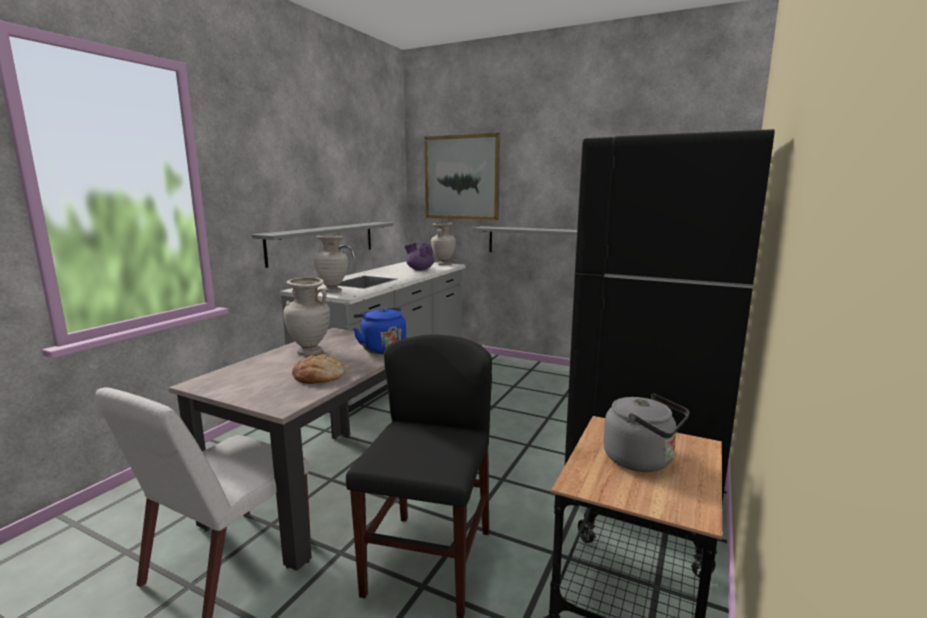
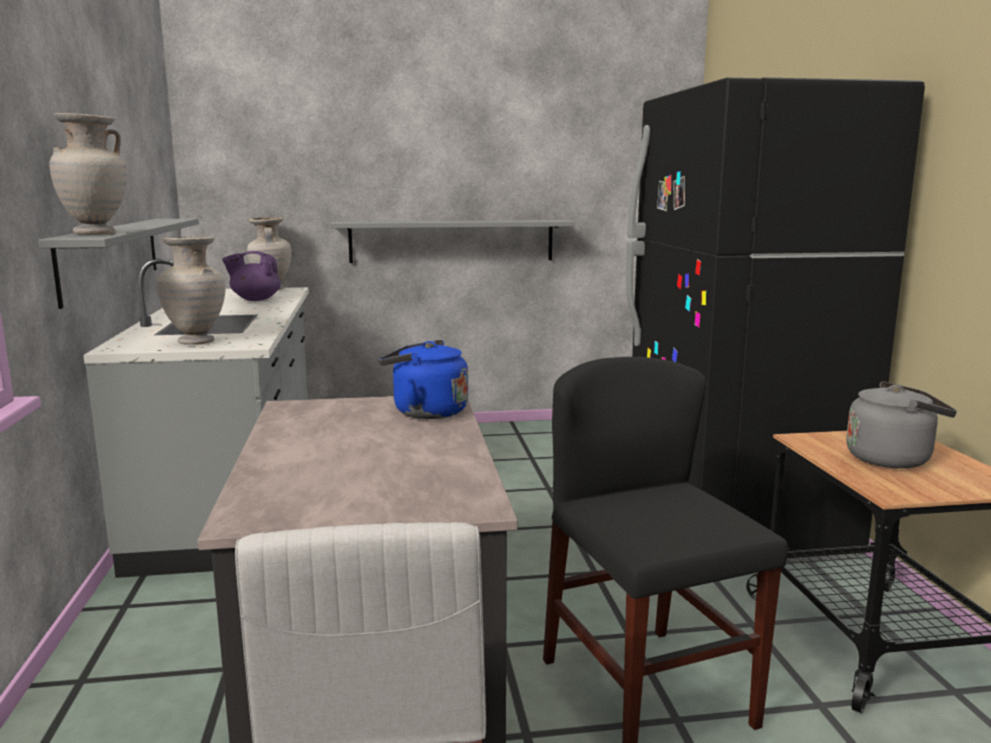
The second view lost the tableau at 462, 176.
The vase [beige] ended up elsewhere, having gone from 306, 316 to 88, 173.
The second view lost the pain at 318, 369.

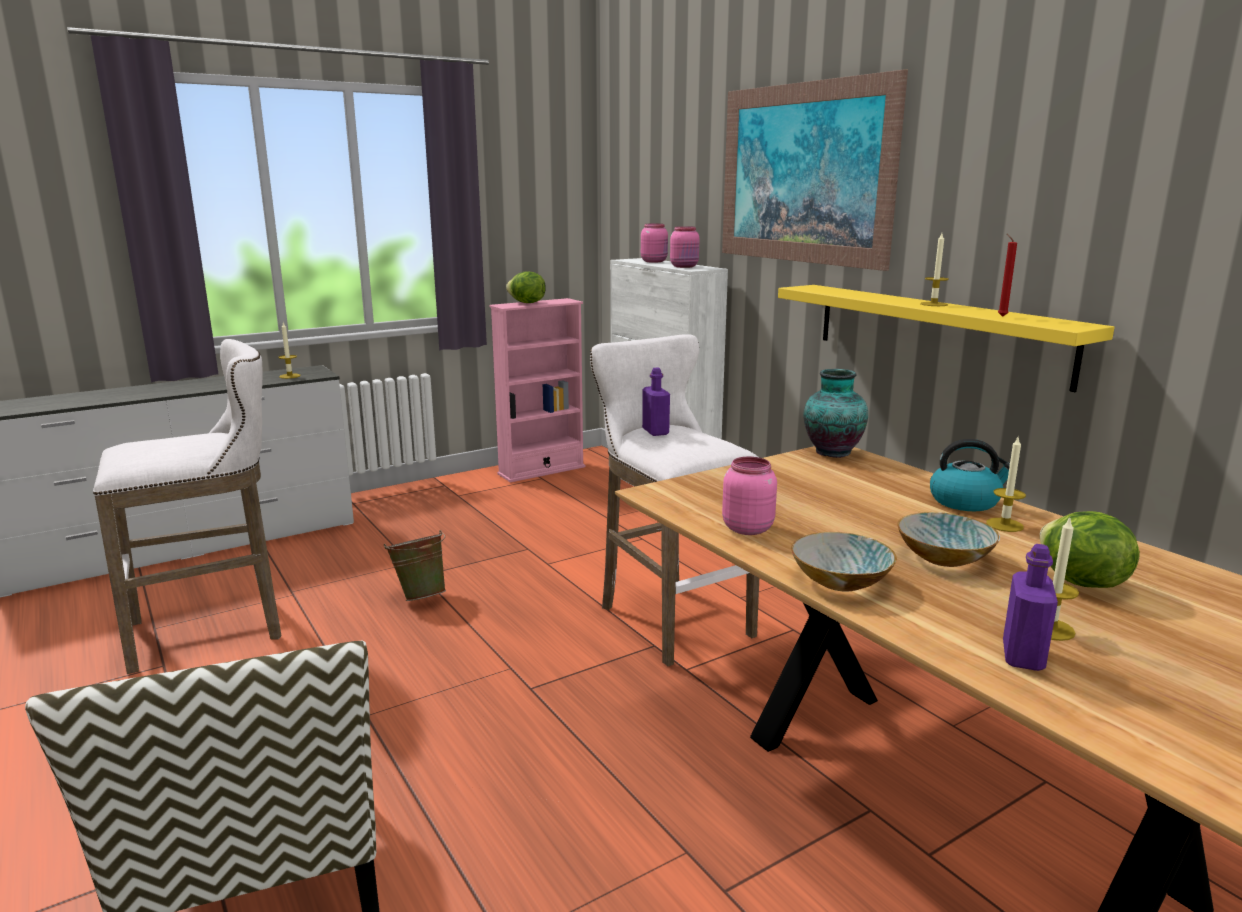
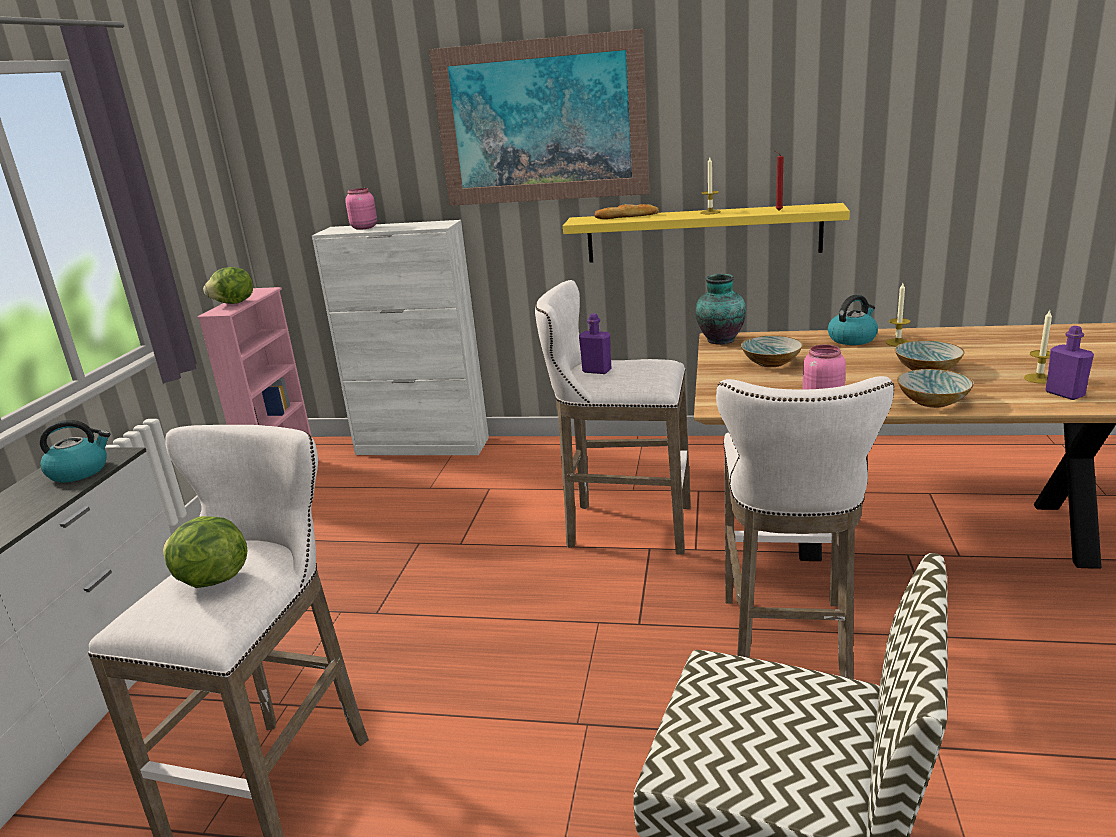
The second view lost the bocal [rose] at 684, 247.
Where the bougie stood at 289, 351, the bouilloire came to stand at 75, 451.
The laitue ended up elsewhere, having gone from 1090, 549 to 205, 552.
The second view lost the seau [vert] at 415, 565.
The second view gained the pain at 627, 211.
The second view gained the bol at 772, 351.
The second view gained the tabouret [blanc] at 805, 527.

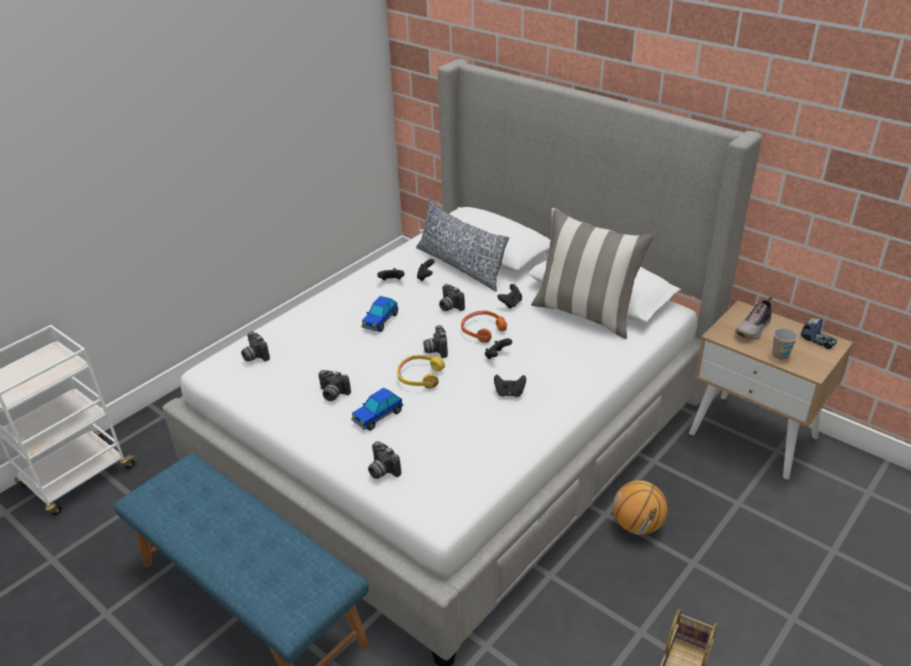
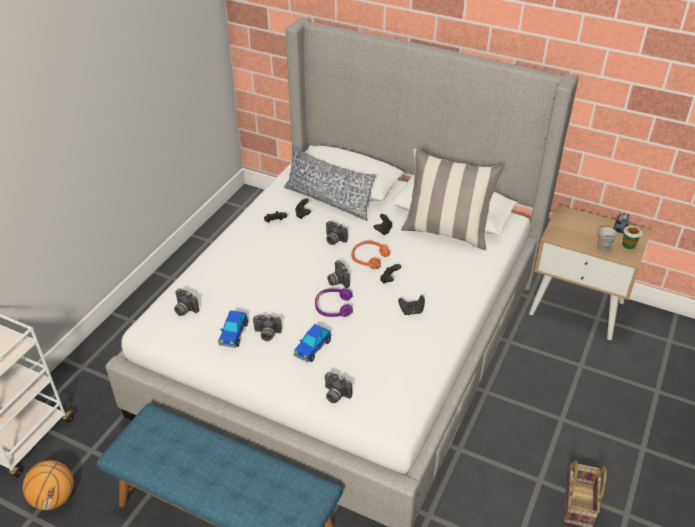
The petite voiture ended up elsewhere, having gone from 380, 314 to 233, 329.
The second view lost the chaussure at 753, 318.
What was the casque audio [jaune] at 421, 371 turned into the casque audio [violet] at 334, 302.
The ballon de basket ended up elsewhere, having gone from 640, 507 to 48, 485.
The second view gained the tasse at 632, 237.

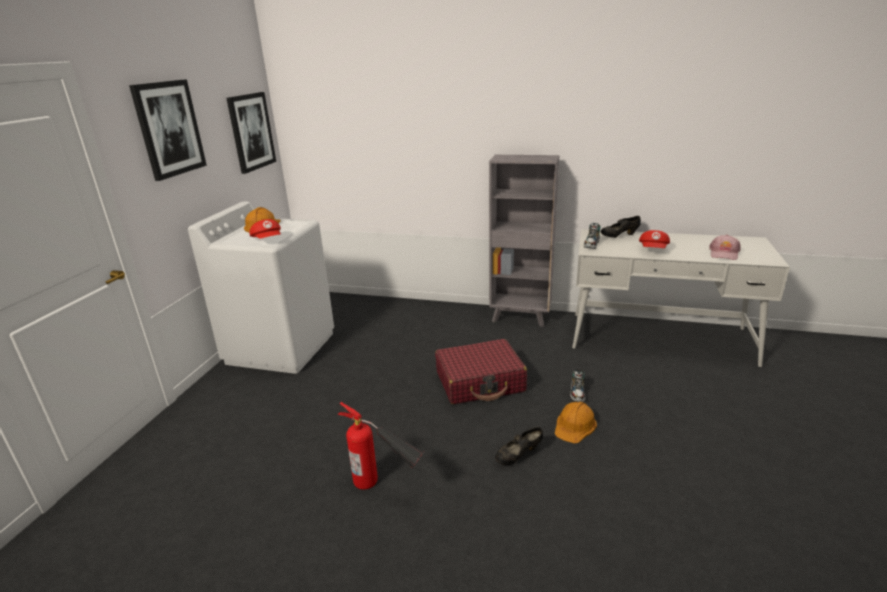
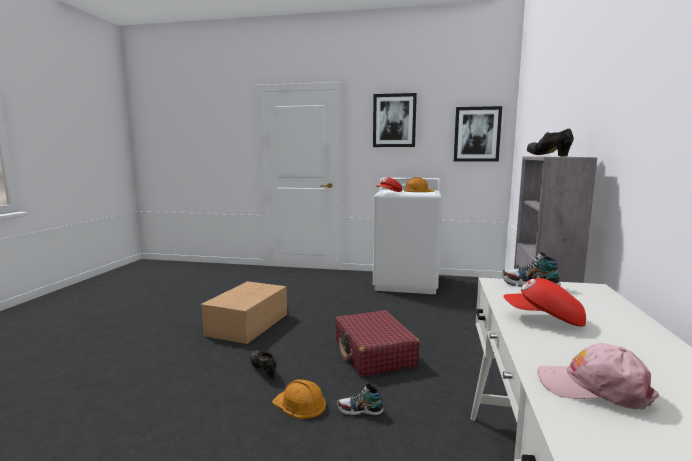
The chaussure [noir] ended up elsewhere, having gone from 620, 227 to 550, 142.
Where the extincteur stood at 381, 446, the carton came to stand at 244, 312.

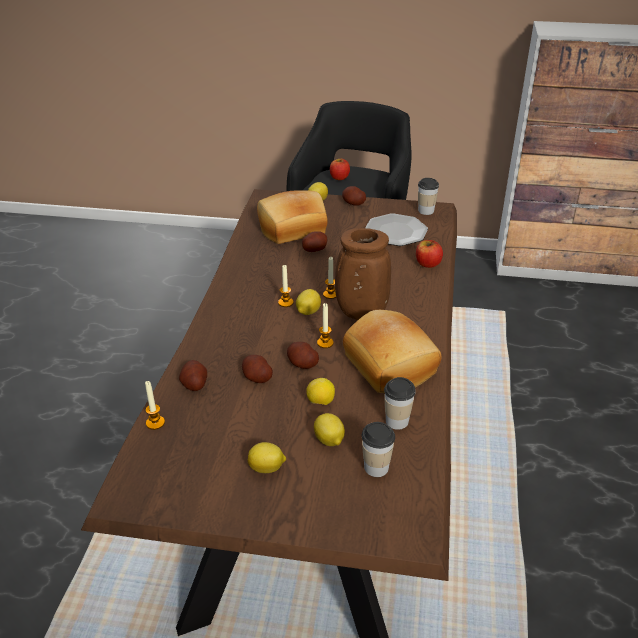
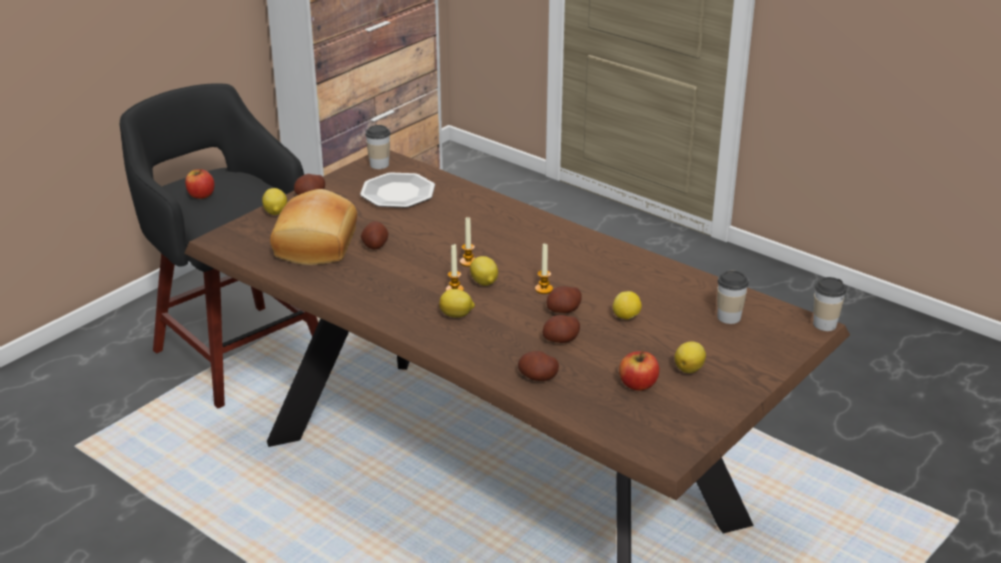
The second view lost the vase [marron] at 363, 274.
The pomme ended up elsewhere, having gone from 429, 254 to 639, 370.
The second view lost the pain at 392, 351.
The tasse ended up elsewhere, having gone from 400, 403 to 829, 304.
The second view lost the bougie at 155, 405.
The citron ended up elsewhere, having gone from 329, 429 to 457, 303.

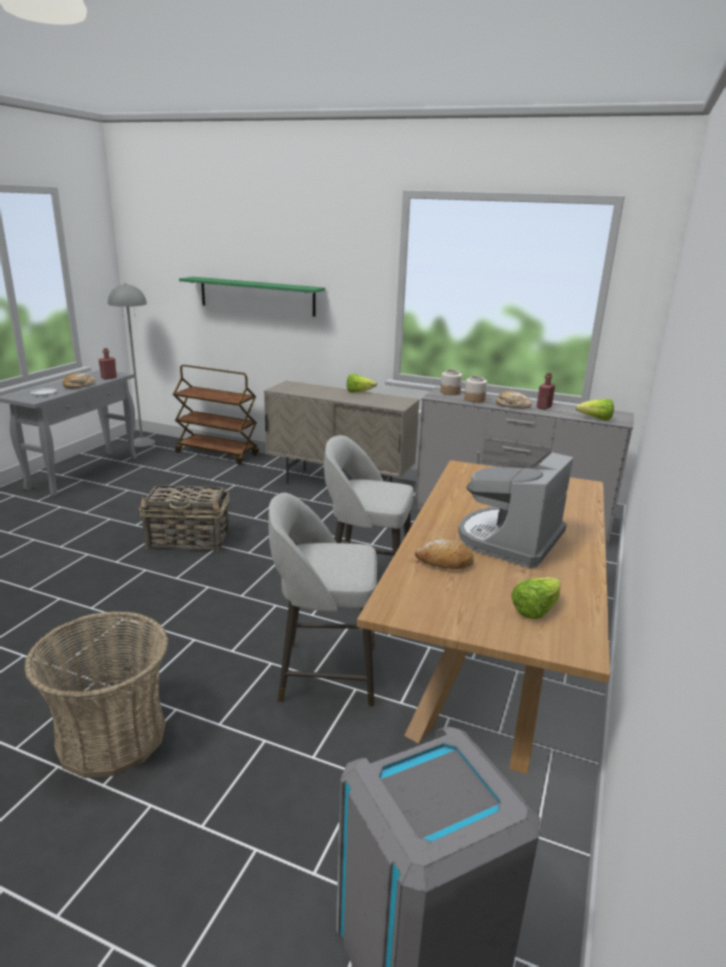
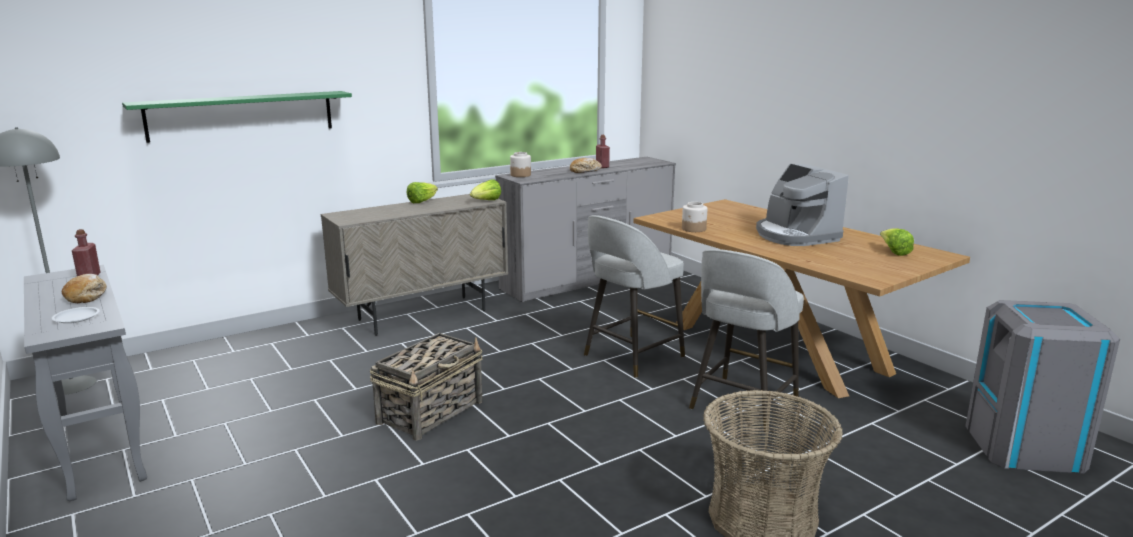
The second view lost the chariot [marron] at 216, 415.
The bocal ended up elsewhere, having gone from 475, 389 to 694, 217.
The laitue ended up elsewhere, having gone from 594, 410 to 485, 189.
The second view lost the pain at 444, 554.

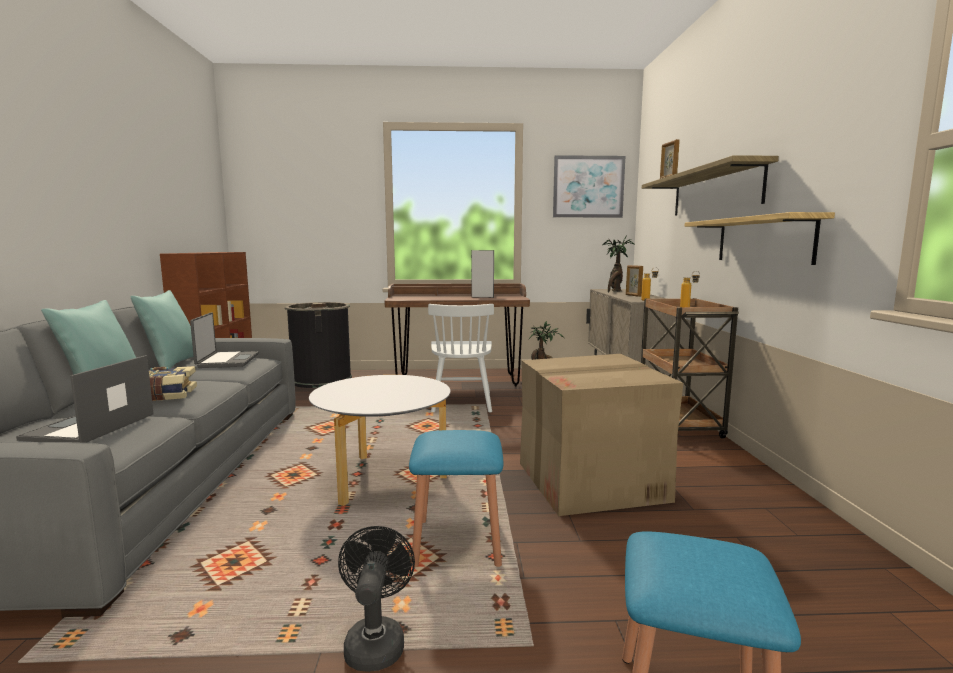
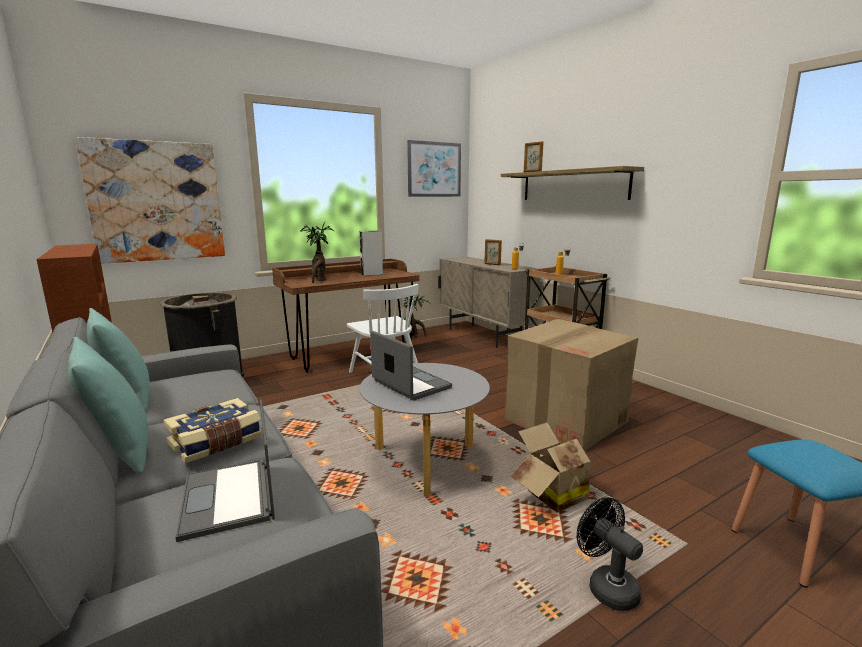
The second view lost the étagère at 760, 238.
The plante en pot ended up elsewhere, having gone from 619, 264 to 317, 252.
The ordinateur portable ended up elsewhere, having gone from 224, 340 to 411, 366.
Where the tabouret [bleu] stood at 456, 498, the carton came to stand at 557, 467.
The second view gained the tableau at 150, 200.

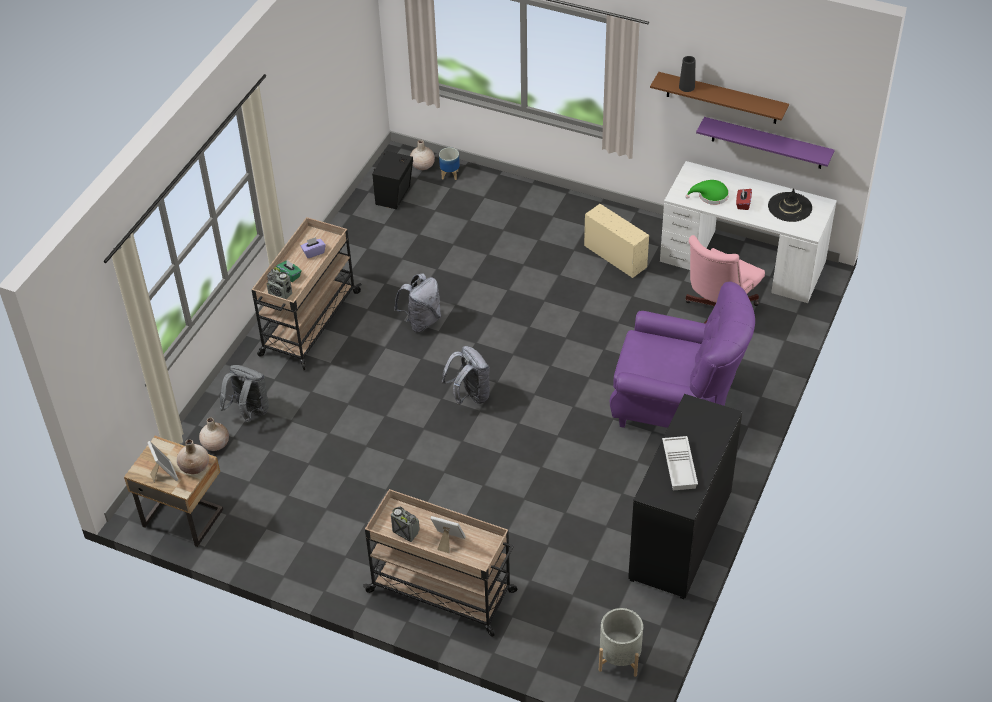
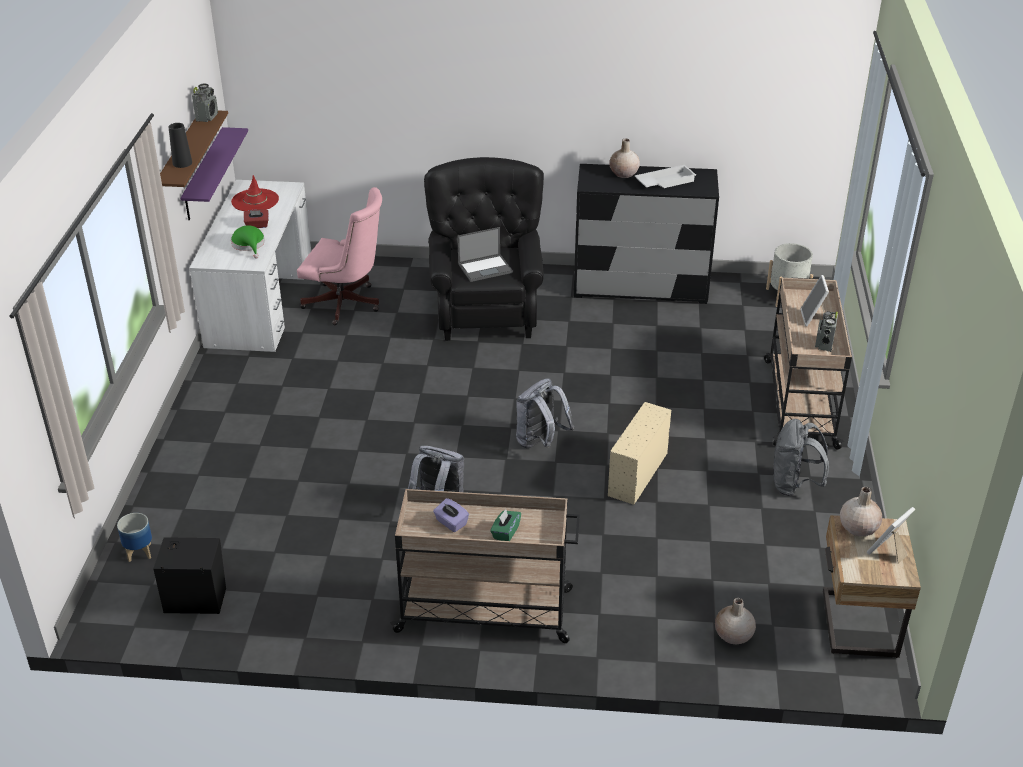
The vase [beige] ended up elsewhere, having gone from 422, 155 to 624, 158.
What was the chapeau [noir] at 790, 205 turned into the chapeau [rouge] at 255, 193.
The boîte de rangement [beige] ended up elsewhere, having gone from 616, 241 to 639, 453.
The radio ended up elsewhere, having gone from 279, 283 to 205, 103.
What was the fauteuil [violet] at 682, 355 turned into the fauteuil [noir] at 484, 249.
The sac à dos [gris] ended up elsewhere, having gone from 244, 394 to 801, 457.
The second view gained the ordinateur portable at 485, 254.

